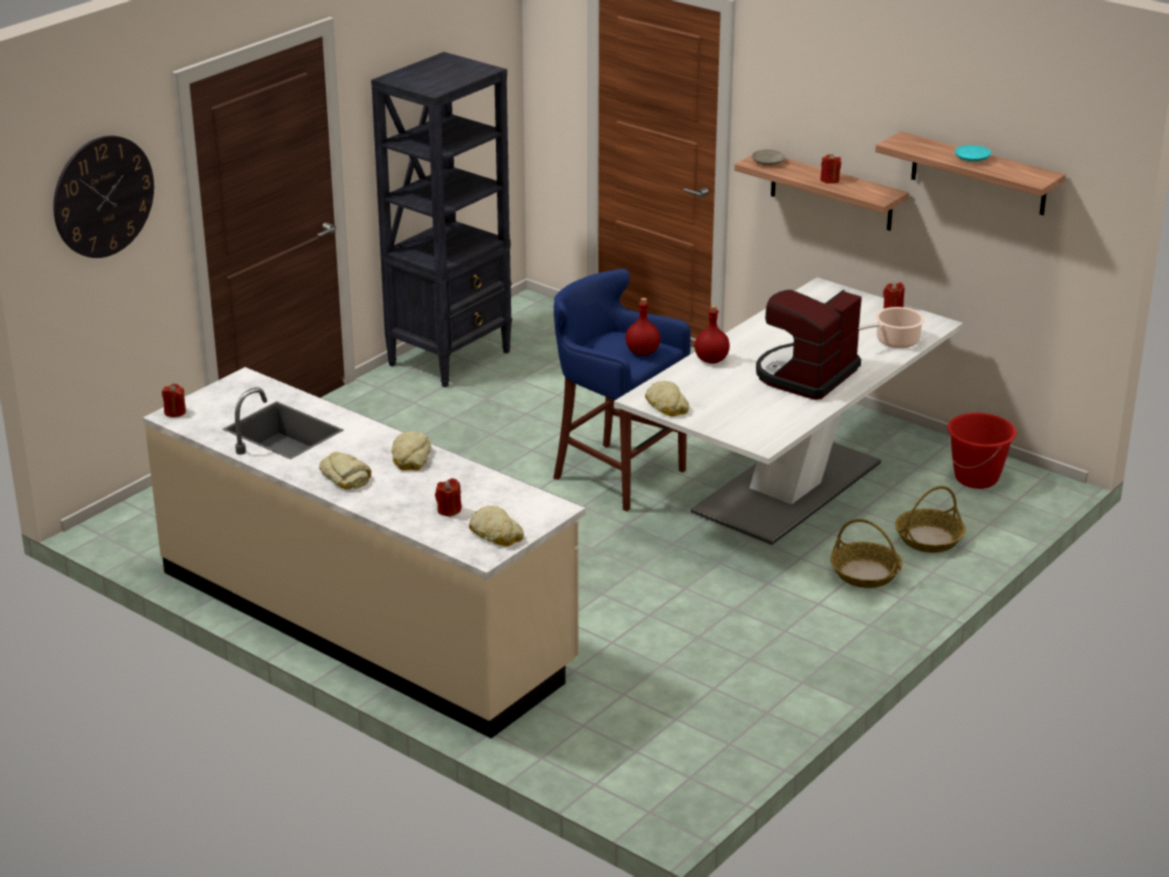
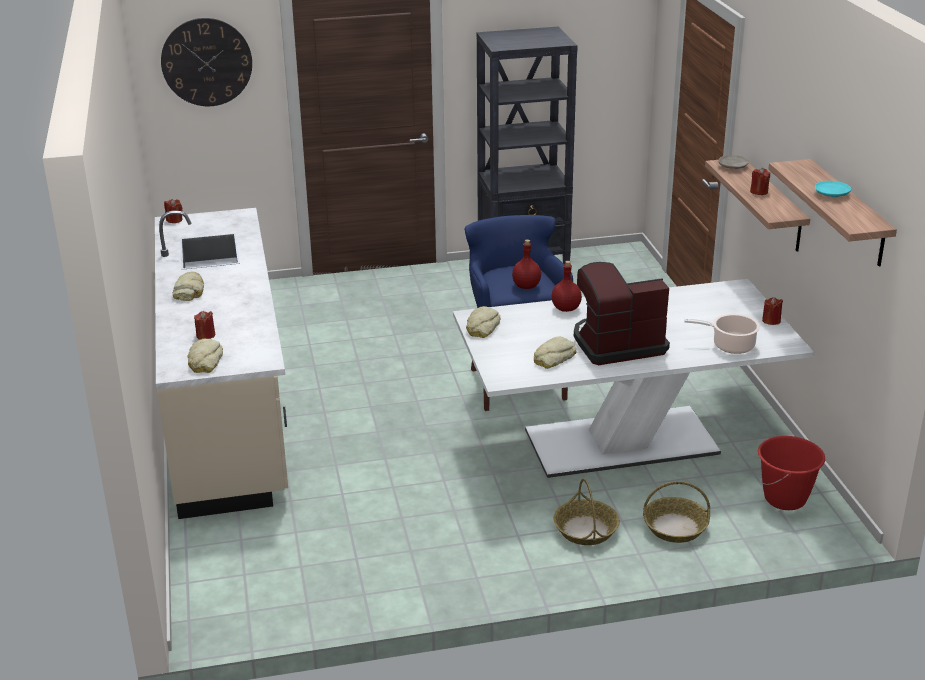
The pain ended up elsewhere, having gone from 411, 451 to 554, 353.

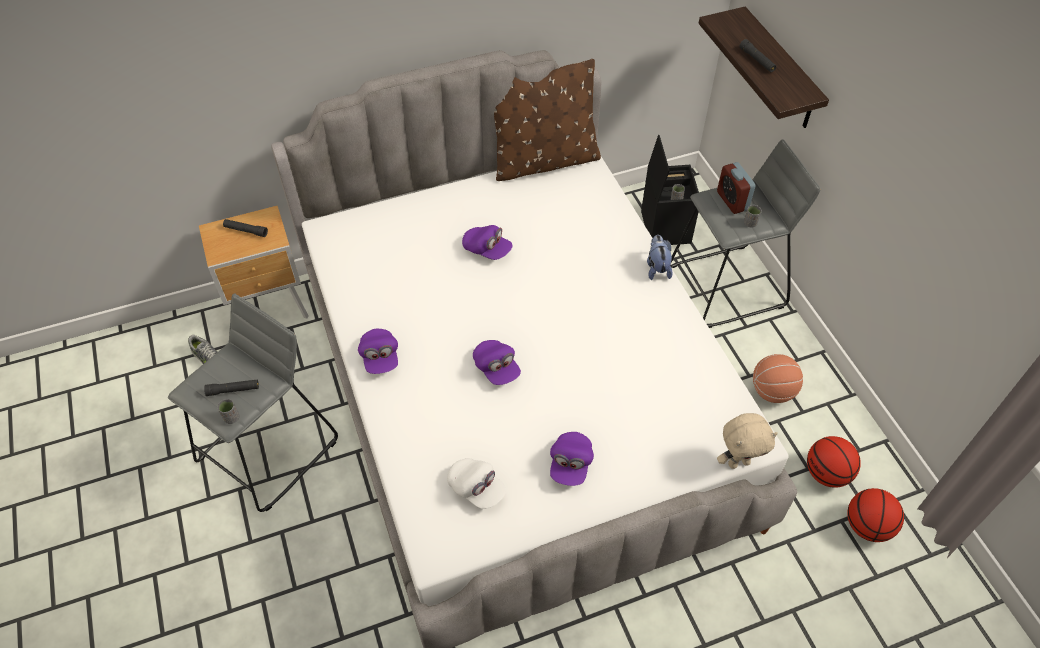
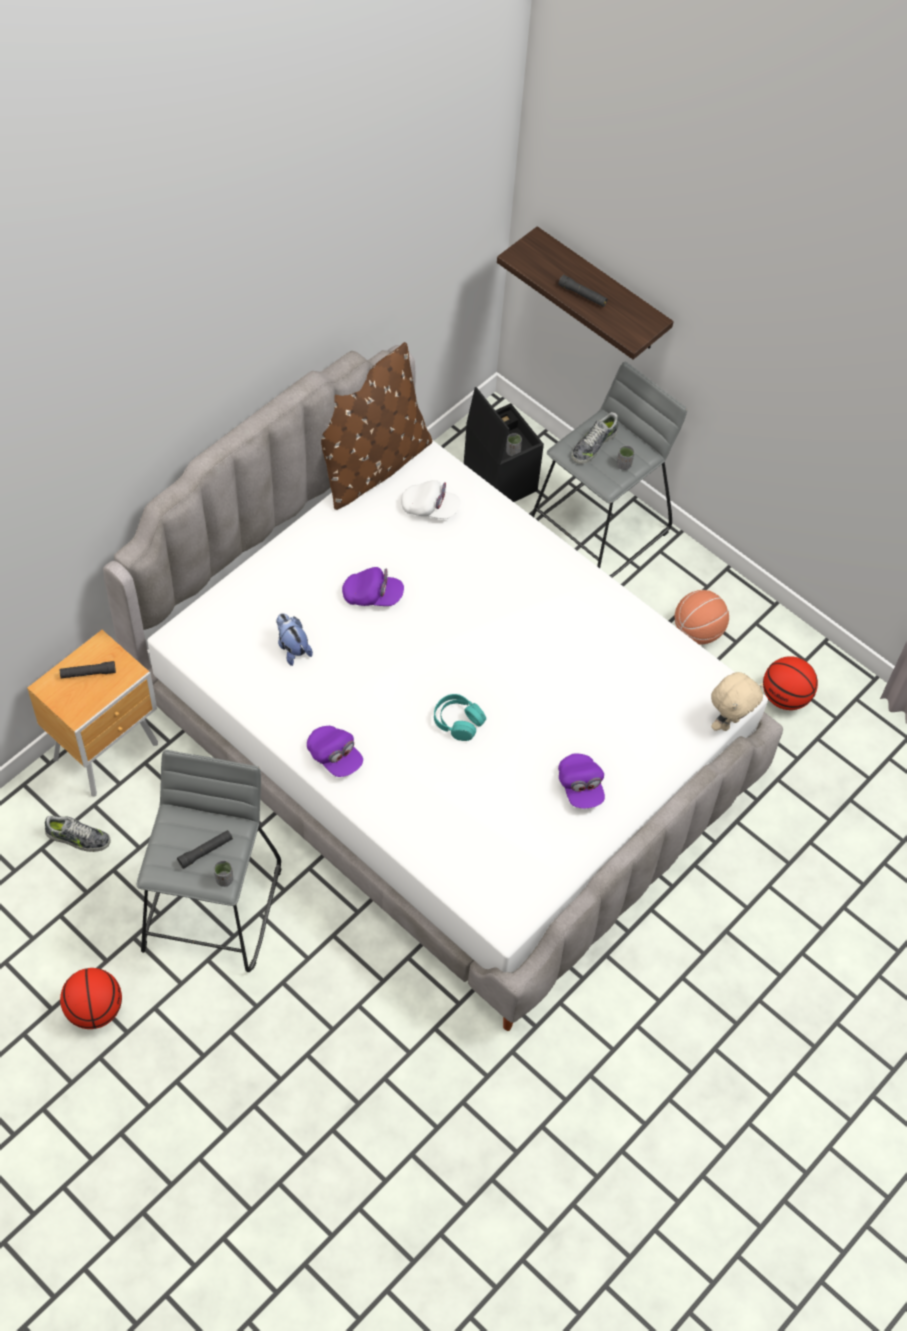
Where the réveil stood at 736, 188, the chaussure came to stand at 595, 438.
The peluche ended up elsewhere, having gone from 660, 257 to 294, 639.
Where the casquette [violet] stood at 497, 362, the casque audio [turquoise] came to stand at 460, 717.
The casquette [blanc] ended up elsewhere, having gone from 476, 483 to 430, 499.
The ballon de basket ended up elsewhere, having gone from 875, 515 to 91, 998.

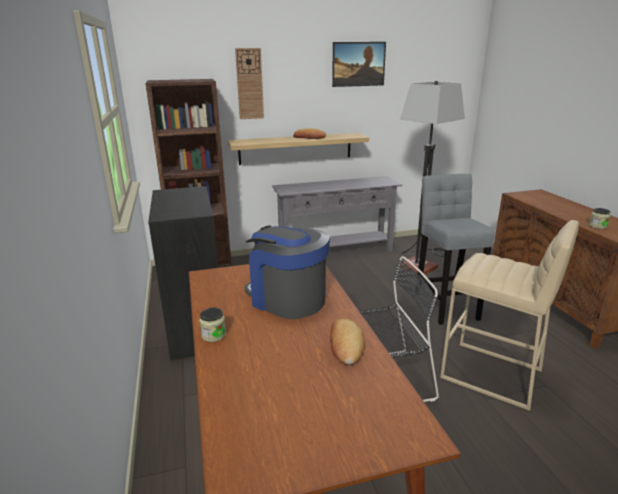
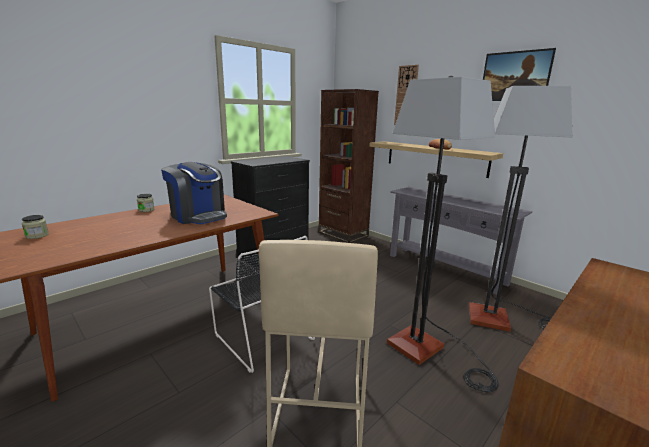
Where the tabouret [gris] stood at 455, 249, the lampadaire came to stand at 443, 234.
The bocal ended up elsewhere, having gone from 599, 218 to 35, 227.
The machine à café at 287, 272 ended up facing another way, 120 degrees clockwise from before.
The second view lost the pain at 347, 341.

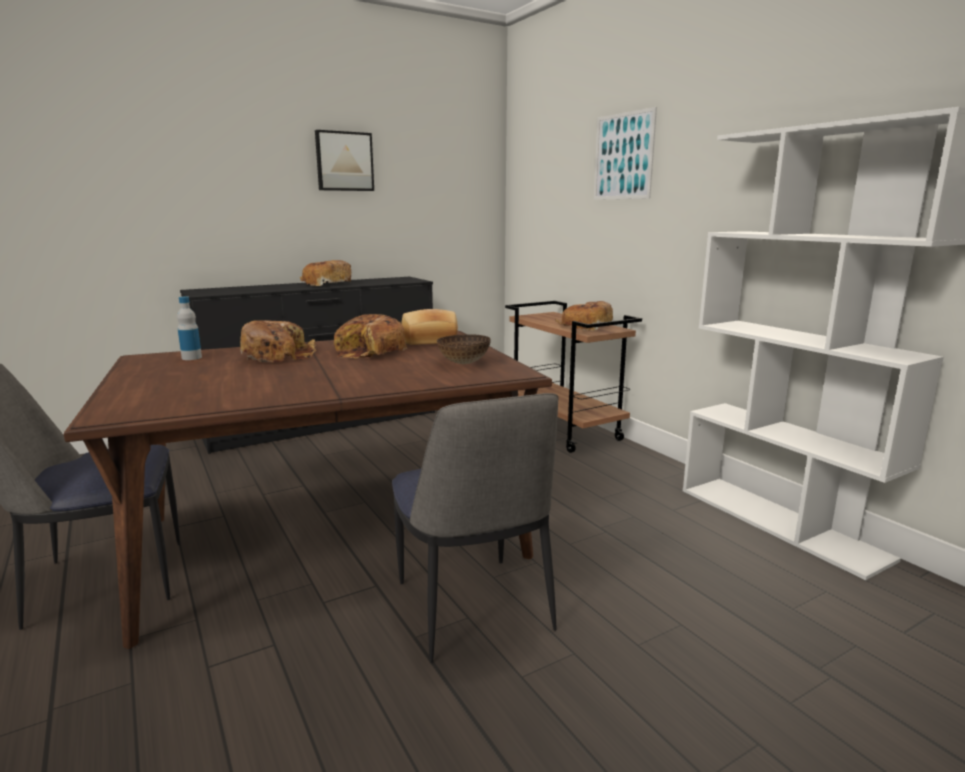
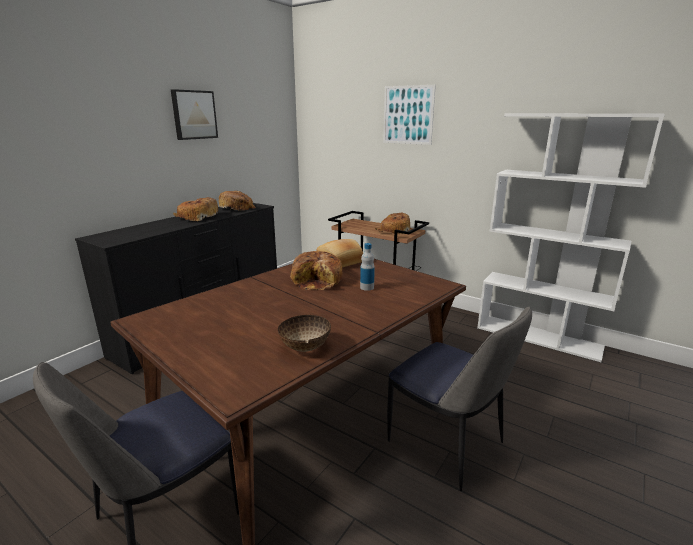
The bouteille ended up elsewhere, having gone from 189, 328 to 367, 267.
The pain ended up elsewhere, having gone from 278, 341 to 237, 201.
The bol ended up elsewhere, having gone from 464, 349 to 304, 333.

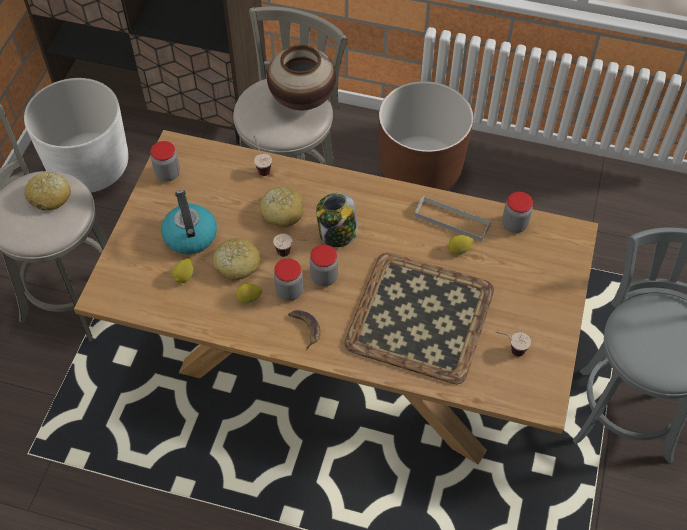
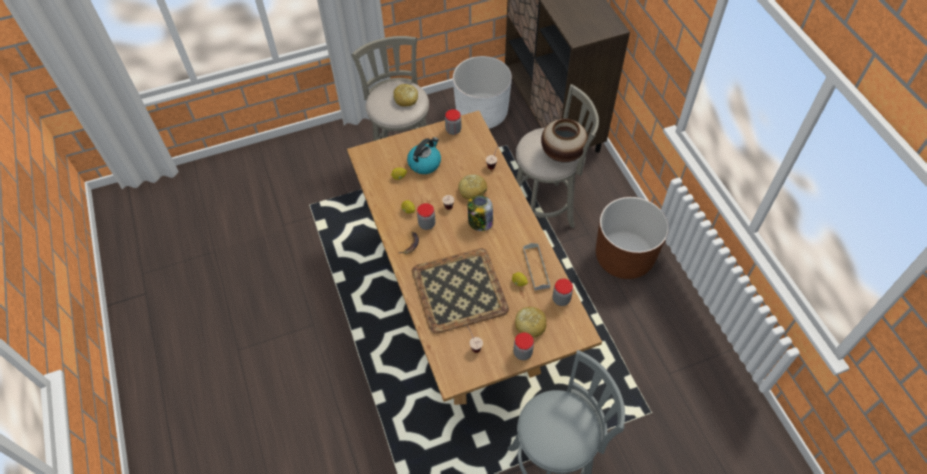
The pain ended up elsewhere, having gone from 237, 259 to 530, 322.
The bocal ended up elsewhere, having gone from 324, 266 to 523, 346.

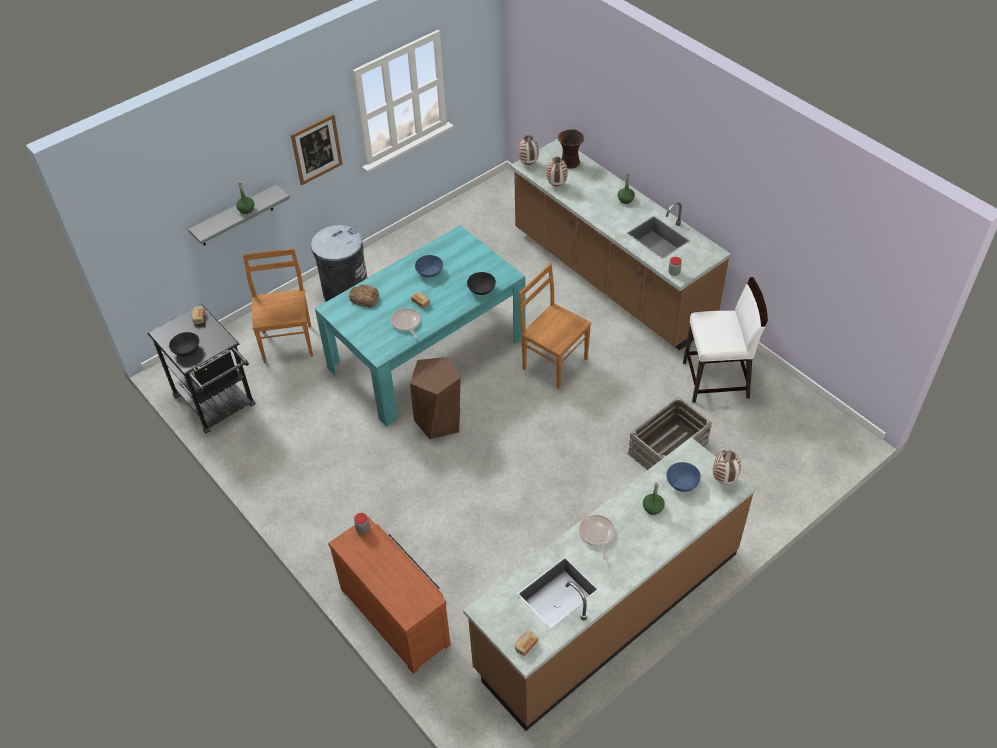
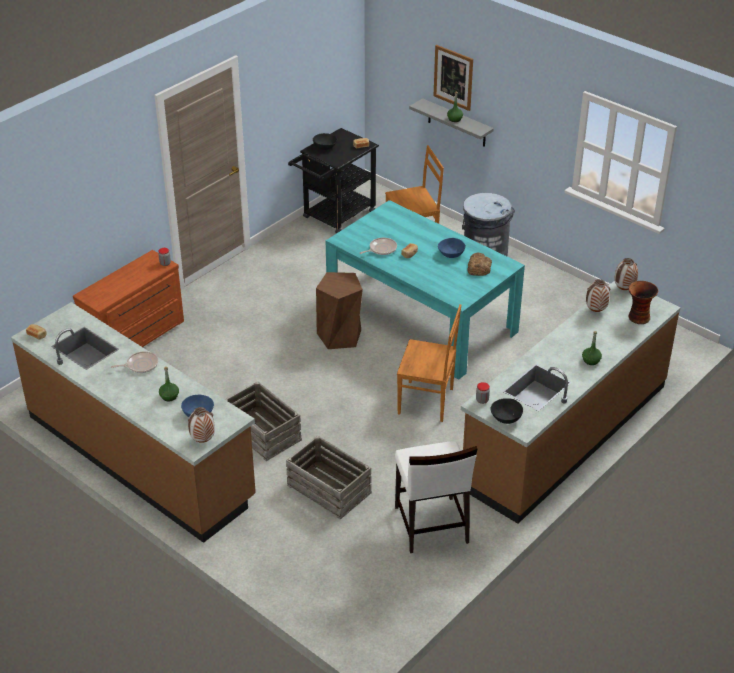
The tableau ended up elsewhere, having gone from 317, 149 to 453, 78.
The chaise [marron] at 555, 326 ended up facing another way, 75 degrees clockwise from before.
The bol [noir] ended up elsewhere, having gone from 481, 283 to 507, 411.
The pain ended up elsewhere, having gone from 364, 296 to 479, 264.
The second view gained the caisse at 263, 421.

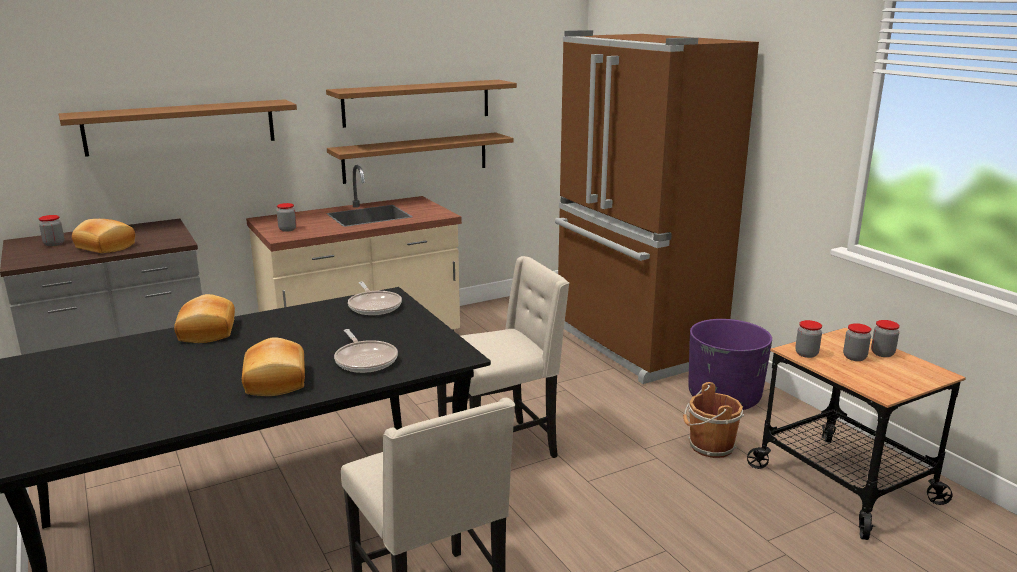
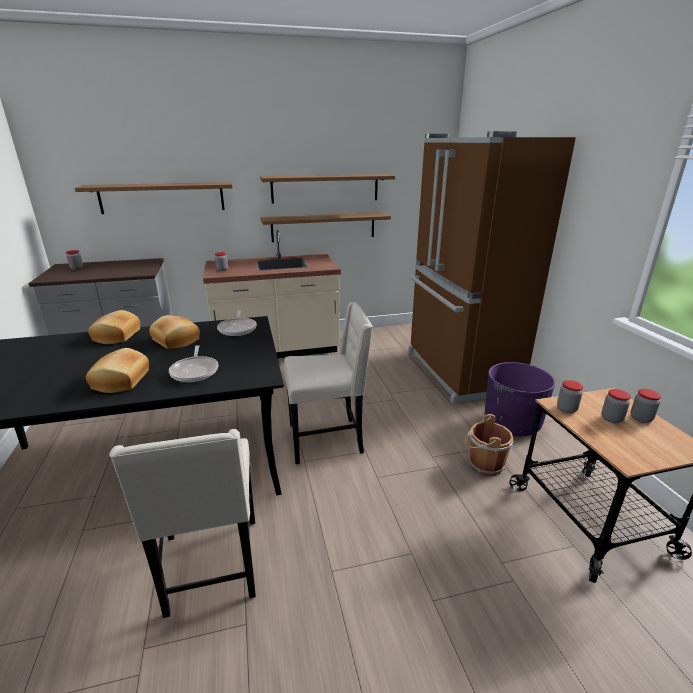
The pain ended up elsewhere, having gone from 103, 236 to 174, 332.

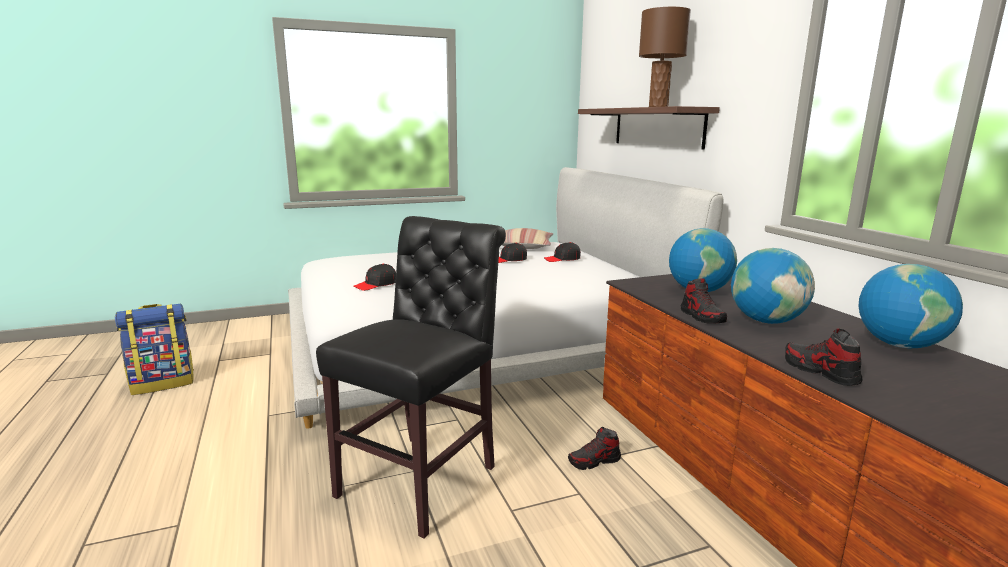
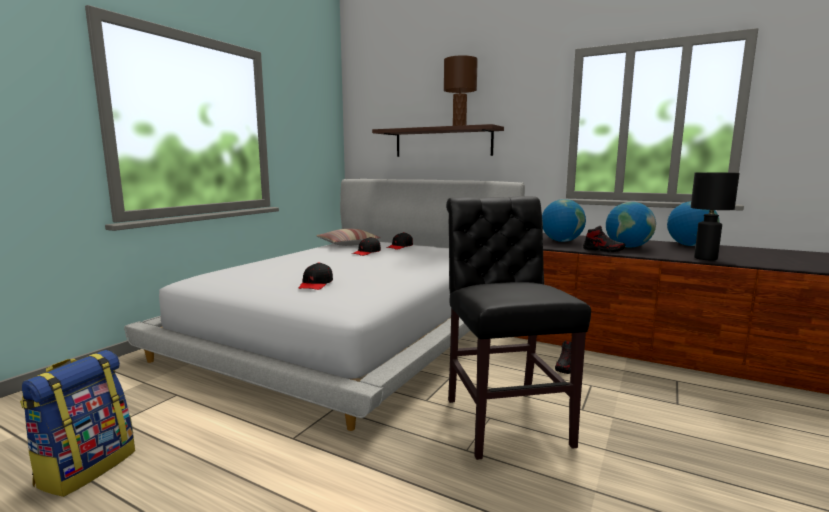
Where the chaussure stood at 823, 357, the lampe de table [noir] came to stand at 715, 216.

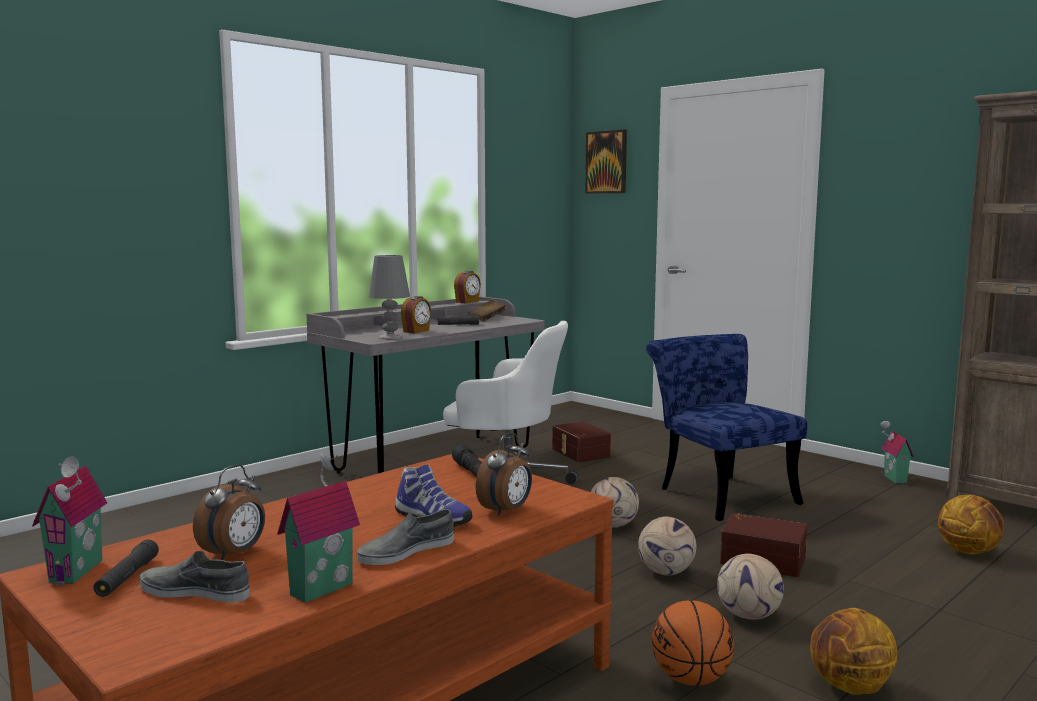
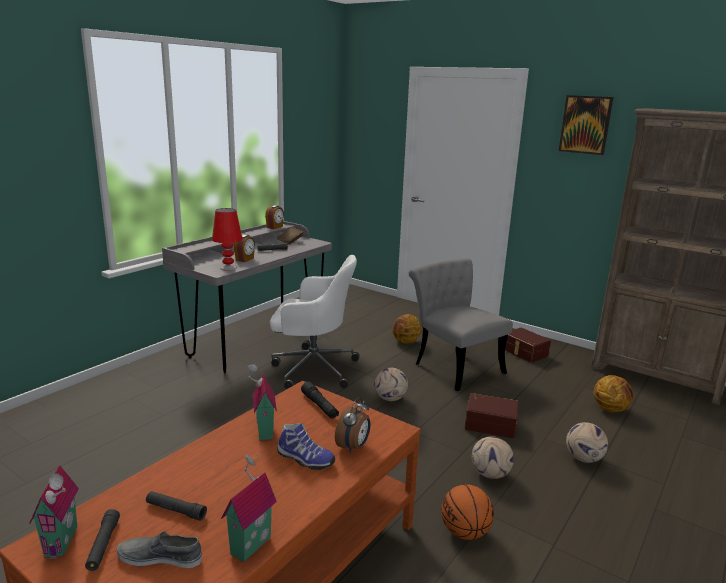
The tableau ended up elsewhere, having gone from 606, 162 to 586, 125.
What was the lampe de table [gris] at 389, 297 turned into the lampe de table [rouge] at 227, 239.
What was the chaise [bleu] at 726, 427 turned into the chaise [gris] at 460, 324.
The maison miniature ended up elsewhere, having gone from 897, 452 to 262, 401.
The boîte de rangement [marron] ended up elsewhere, having gone from 581, 442 to 528, 345.
Where the réveil stood at 229, 512, the lampe de poche [noir] came to stand at 176, 506.
The second view lost the chaussure [gris] at 405, 537.
The ballon de foot ended up elsewhere, having gone from 667, 546 to 587, 442.
The ballon de basket ended up elsewhere, having gone from 853, 651 to 407, 329.

